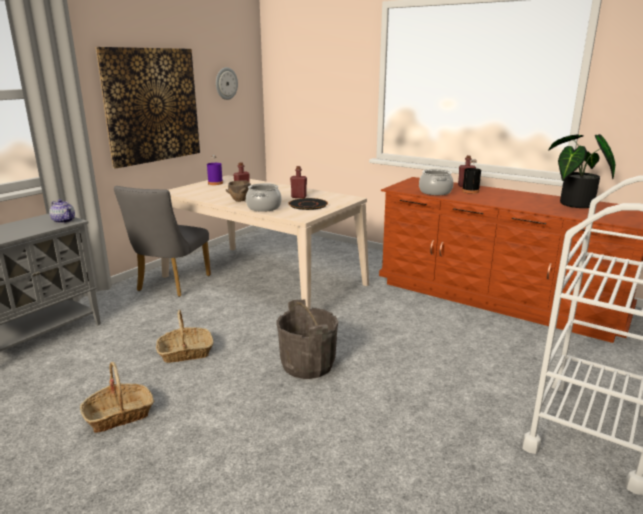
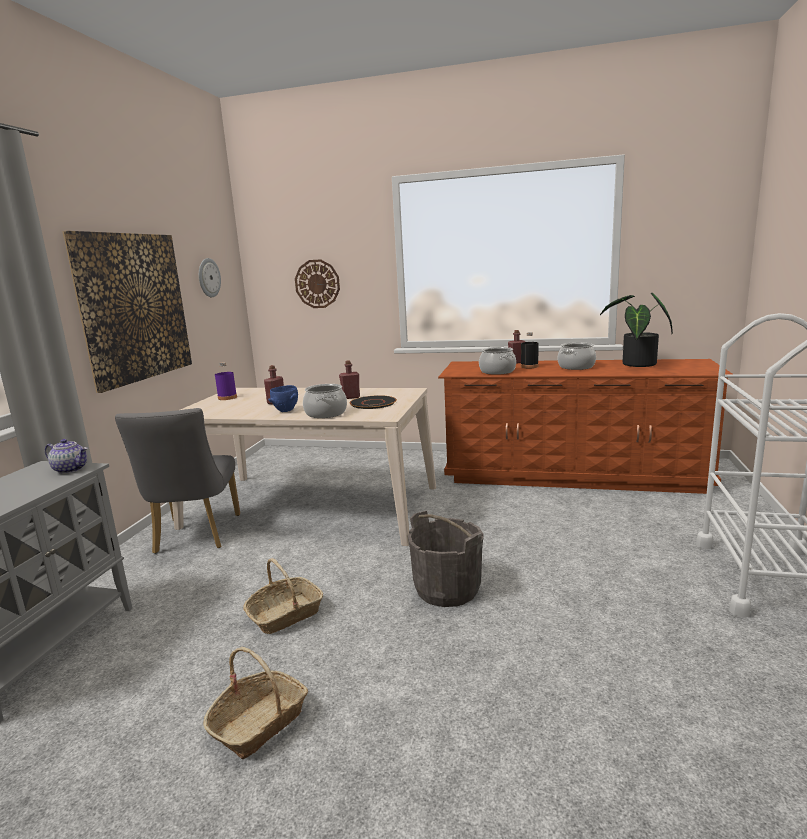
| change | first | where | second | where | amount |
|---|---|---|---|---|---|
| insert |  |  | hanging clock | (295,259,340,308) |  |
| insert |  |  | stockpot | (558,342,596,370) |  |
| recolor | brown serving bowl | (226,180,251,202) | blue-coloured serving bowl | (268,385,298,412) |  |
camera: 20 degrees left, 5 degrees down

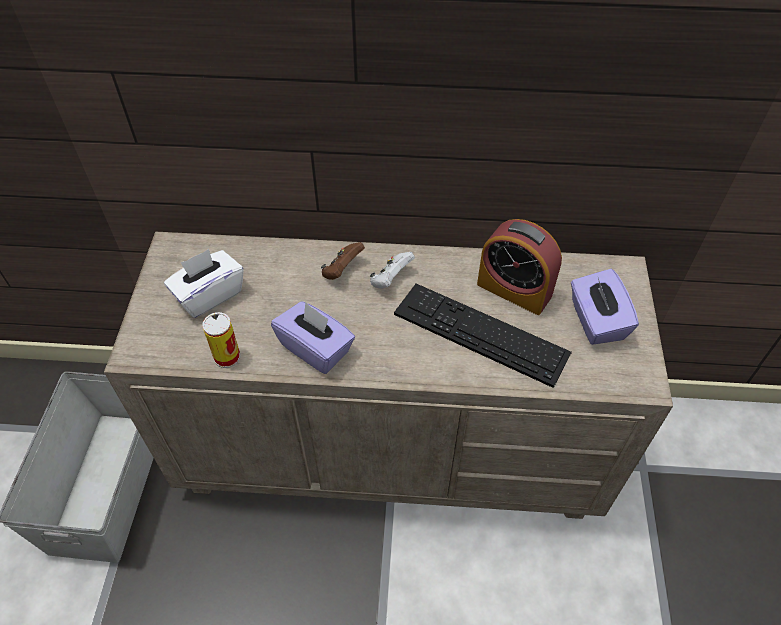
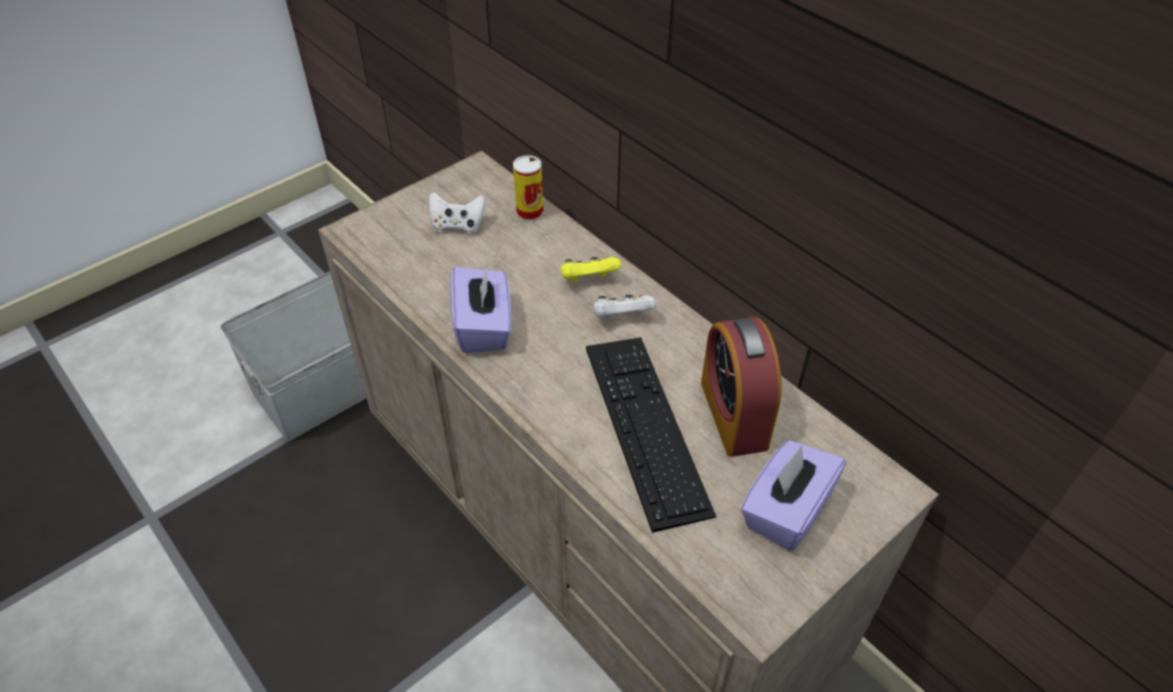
| change | first | where | second | where | amount |
|---|---|---|---|---|---|
| move | can | (202,312,240,368) |  | (513,155,544,221) |  |
| replace | whitish tissue holder | (164,249,243,318) | whitish joypad | (429,192,485,233) |  |
| recolor | brown joypad | (321,242,365,280) | yellowish joypad | (561,257,621,282) |  |
camera: 45 degrees right, 5 degrees down

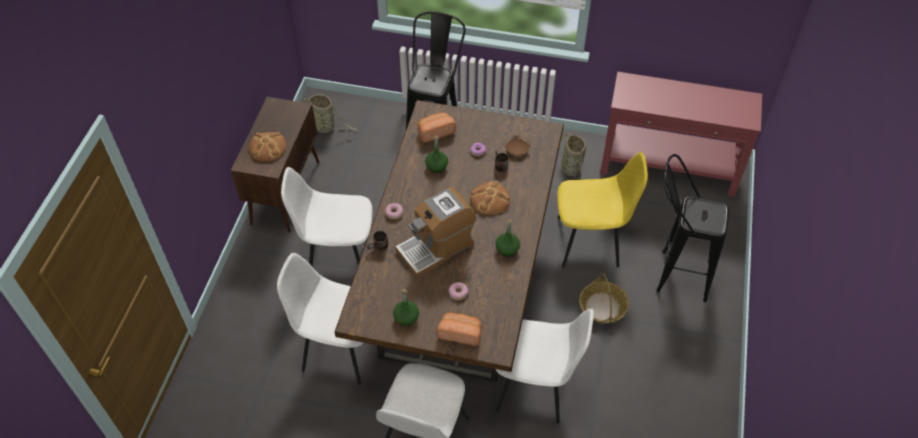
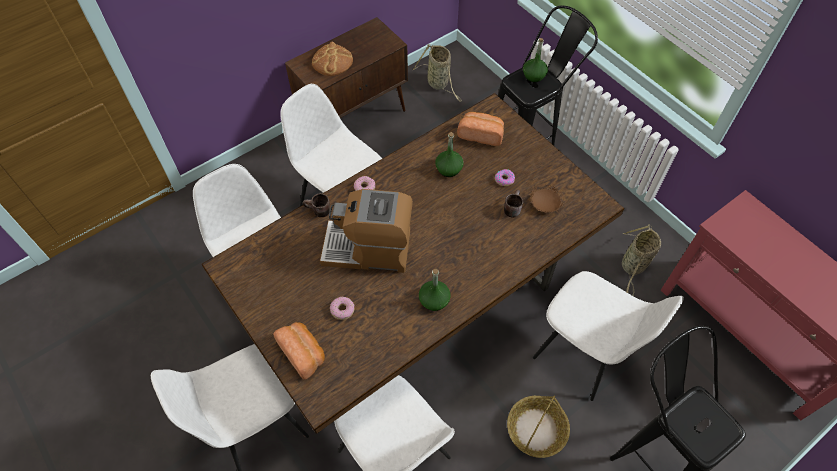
| change | first | where | second | where | amount |
|---|---|---|---|---|---|
| delete | bakery bread | (470,180,510,215) |  |  |  |
| move | green beverage bottle | (393,289,419,326) |  | (523,38,548,82) |  |
| recolor | yellowish chair | (557,152,648,268) | whitish chair | (533,271,684,401) |  |
camera: 40 degrees right, 5 degrees up

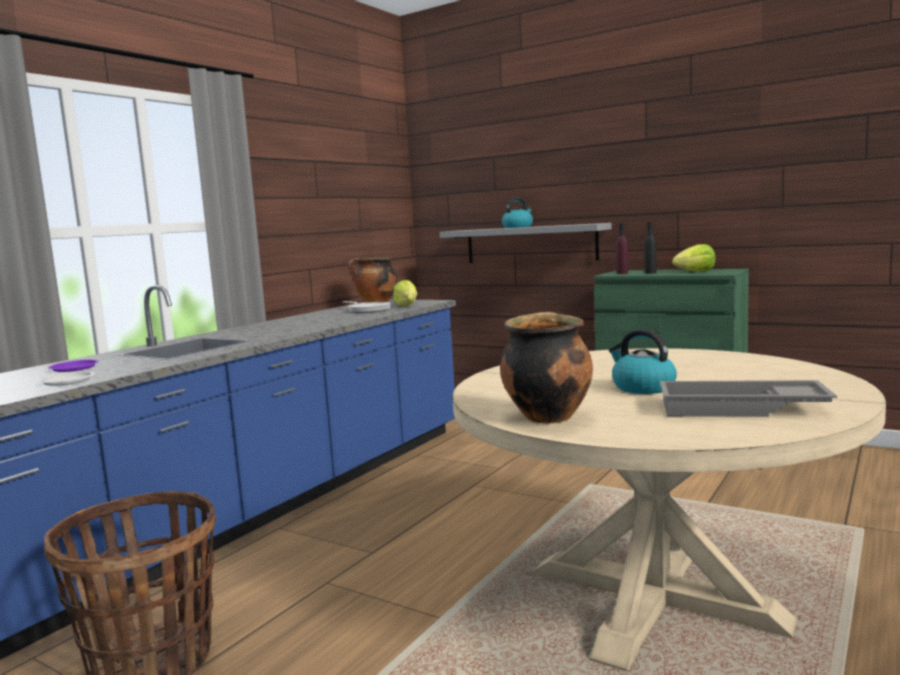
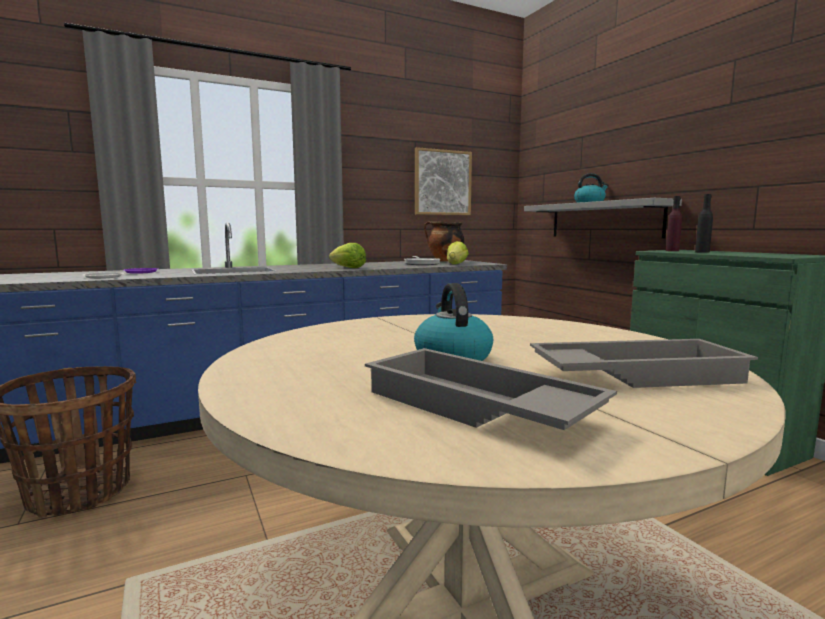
| change | first | where | second | where | amount |
|---|---|---|---|---|---|
| delete | stockpot | (500,312,593,424) |  |  |  |
| insert |  |  | wall picture | (415,147,472,215) |  |
| insert |  |  | grey tray | (530,339,758,388) |  |
| move | head of lettuce | (672,244,715,272) |  | (329,243,366,268) |  |
camera: 30 degrees right, 0 degrees up

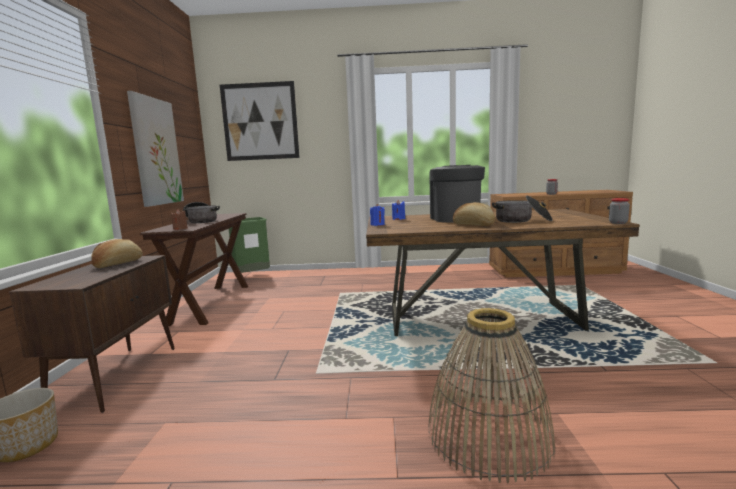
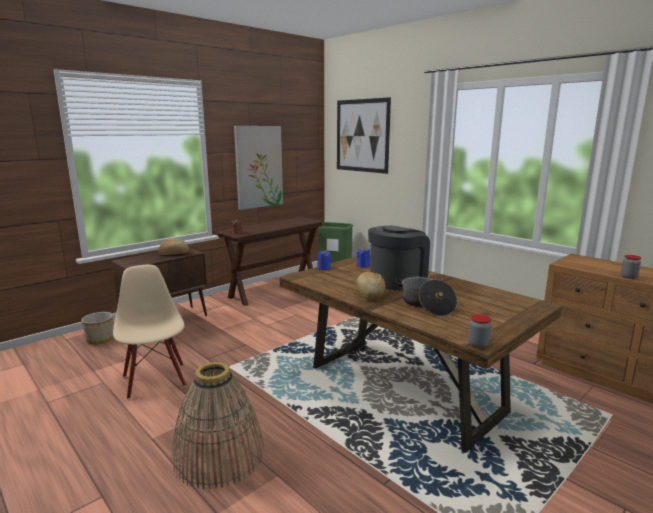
| change | first | where | second | where | amount |
|---|---|---|---|---|---|
| delete | stockpot | (183,202,220,223) |  |  |  |
| insert |  |  | beige chair | (113,265,186,399) |  |
camera: 45 degrees right, 5 degrees up

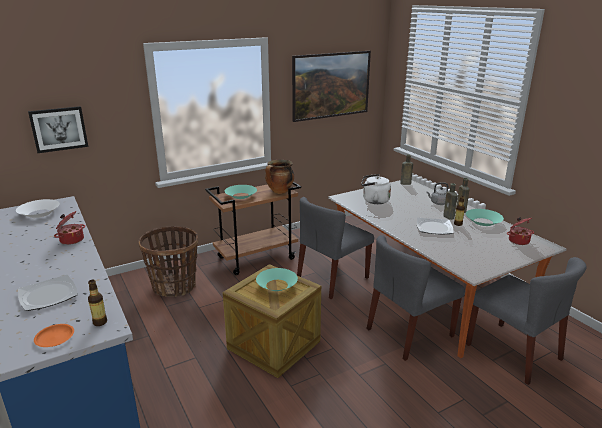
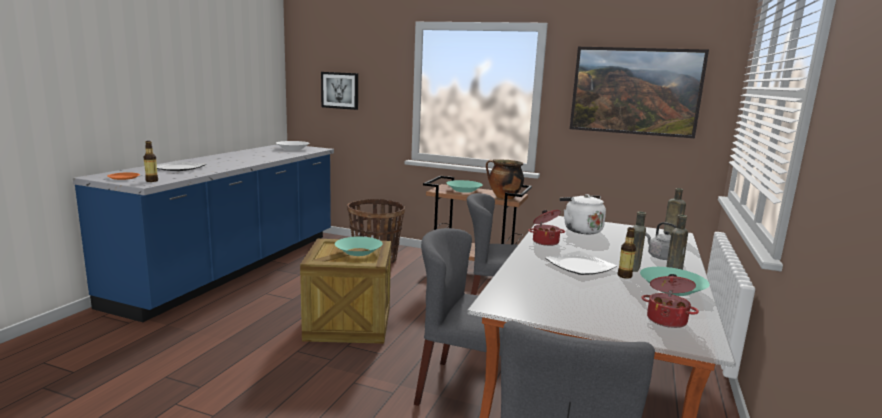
| change | first | where | second | where | amount |
|---|---|---|---|---|---|
| move | stockpot | (54,211,85,245) |  | (528,210,565,246) |  |
camera: 50 degrees right, 10 degrees down

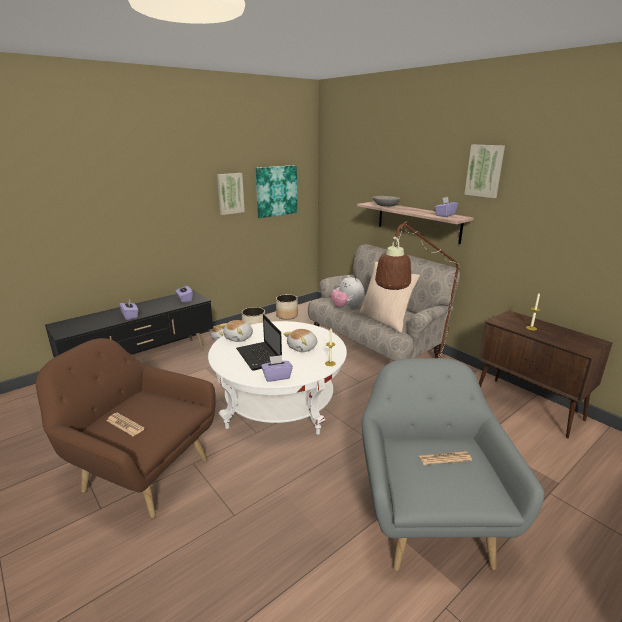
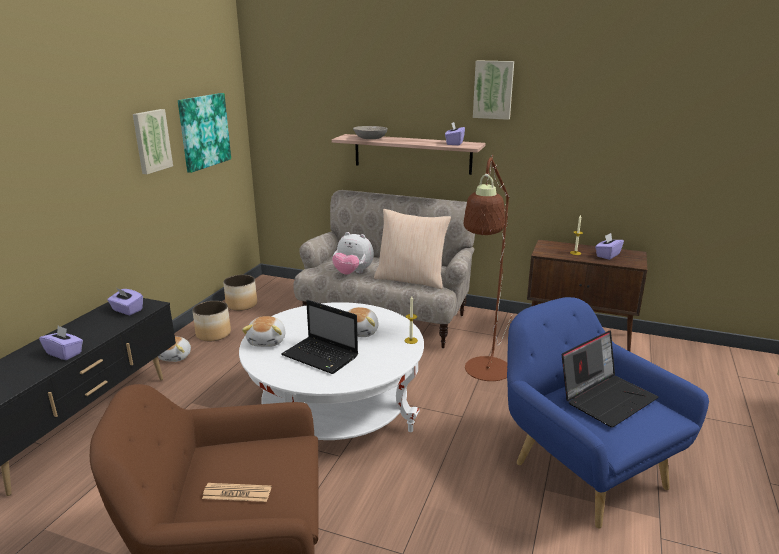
| change | first | where | second | where | amount |
|---|---|---|---|---|---|
| move | purple tissue holder | (261,355,293,382) |  | (595,233,624,260) |  |
| replace | daily paper | (419,451,472,465) | notebook computer | (562,330,658,428) |  |
| recolor | grey easy chair | (362,358,544,571) | blue-coloured easy chair | (507,297,709,529) |  |
camera: 30 degrees left, 0 degrees up

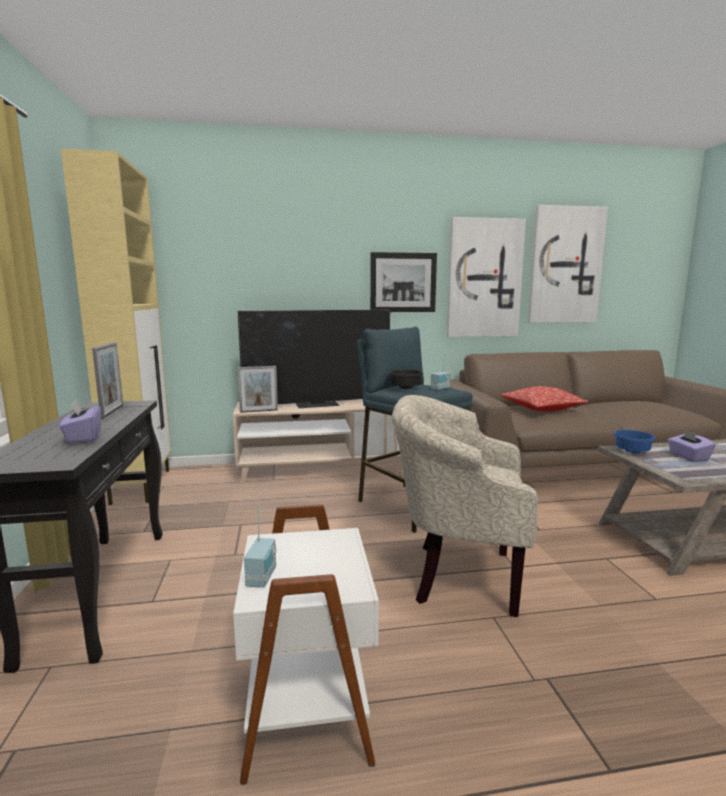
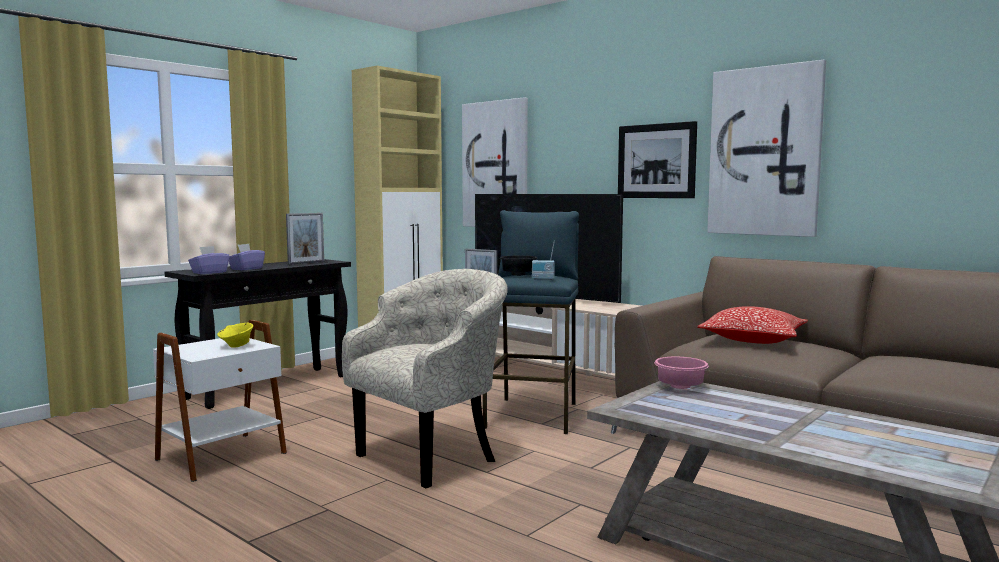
| change | first | where | second | where | amount |
|---|---|---|---|---|---|
| delete | radio | (244,505,277,588) |  |  |  |
| insert |  |  | yellowish serving bowl | (217,322,253,348) |  |
| move | wall picture | (528,205,608,323) |  | (462,97,528,227) |  |
| move | purple tissue holder | (668,428,716,462) |  | (188,246,229,274) |  |
| recolor | blue-coloured serving bowl | (614,430,656,453) | pinkish serving bowl | (654,357,709,389) |  |
| rotate | beige easy chair | (392,395,538,617) |  | (342,269,508,488) | 75 degrees clockwise |
camera: 50 degrees right, 5 degrees down

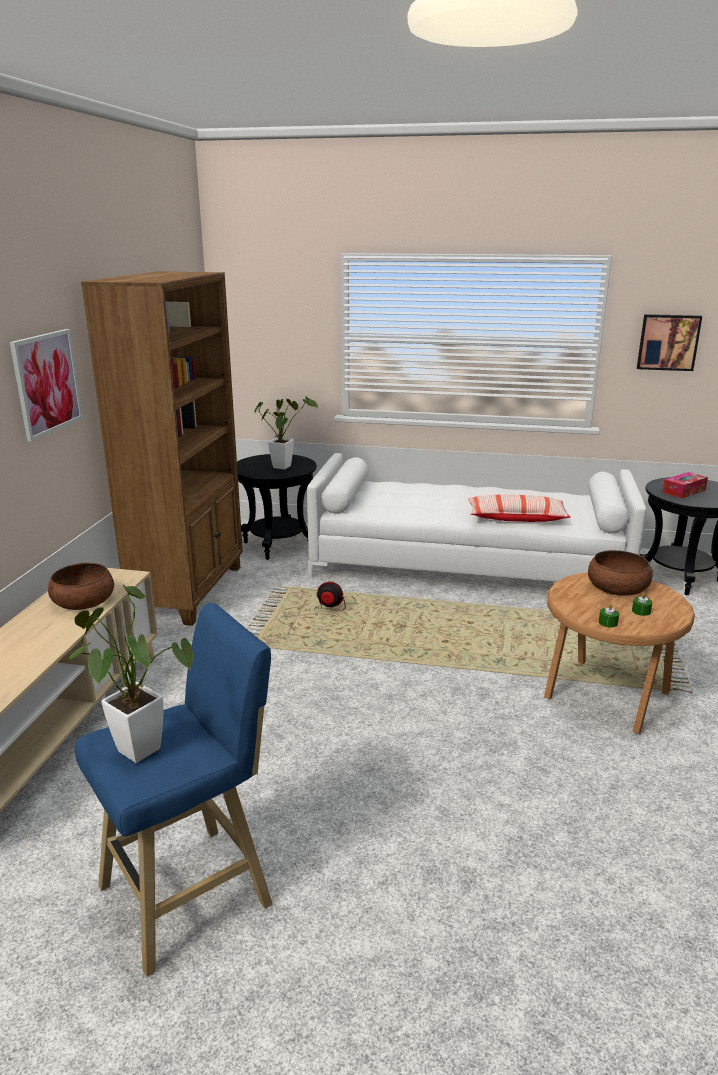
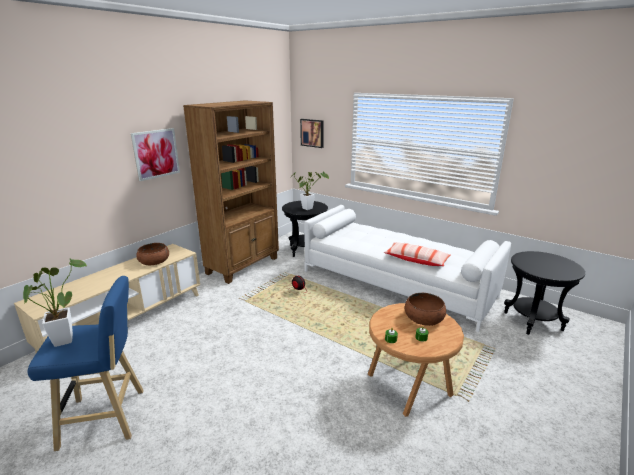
| change | first | where | second | where | amount |
|---|---|---|---|---|---|
| delete | tissue holder | (663,472,708,498) |  |  |  |
| move | wall picture | (637,314,702,371) |  | (300,119,324,148) |  |
camera: 25 degrees right, 0 degrees up

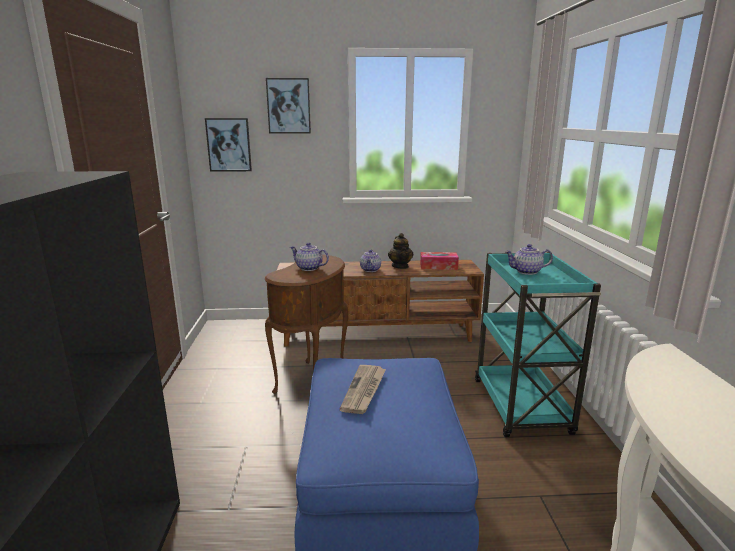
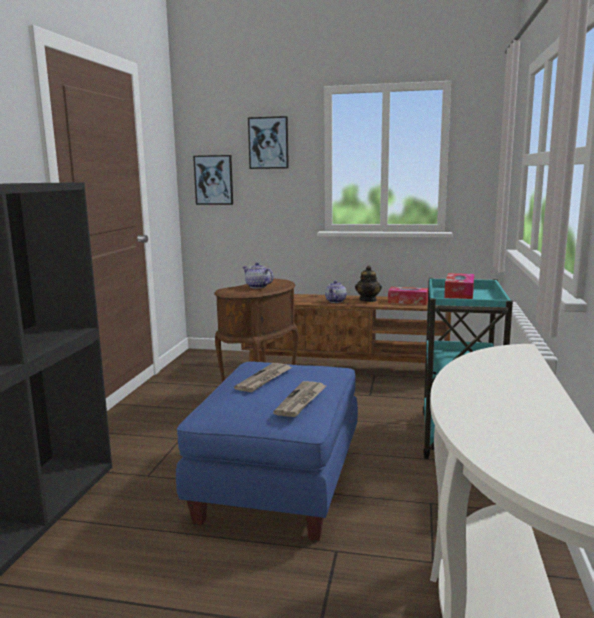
| change | first | where | second | where | amount |
|---|---|---|---|---|---|
| insert |  |  | daily paper | (273,381,326,417) |  |
| replace | pot for tea | (505,244,553,275) | tissue holder | (444,273,474,299) |  |
camera: 15 degrees right, 5 degrees down

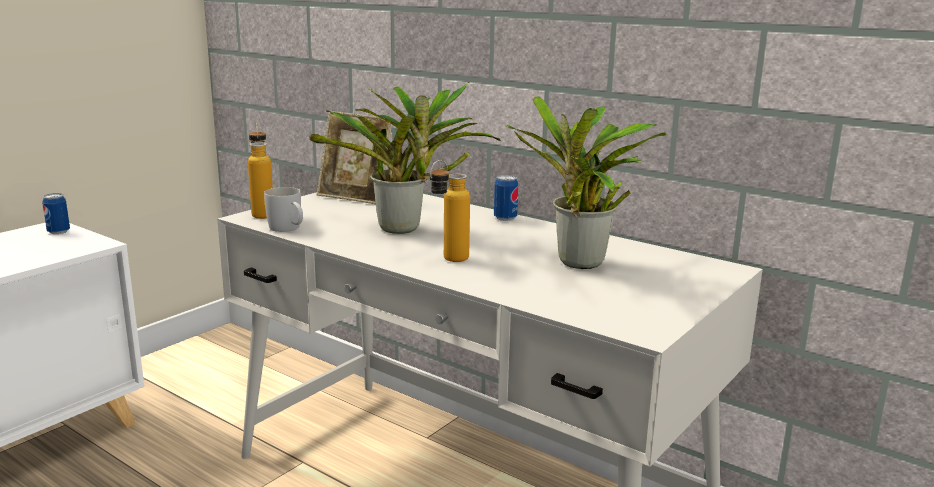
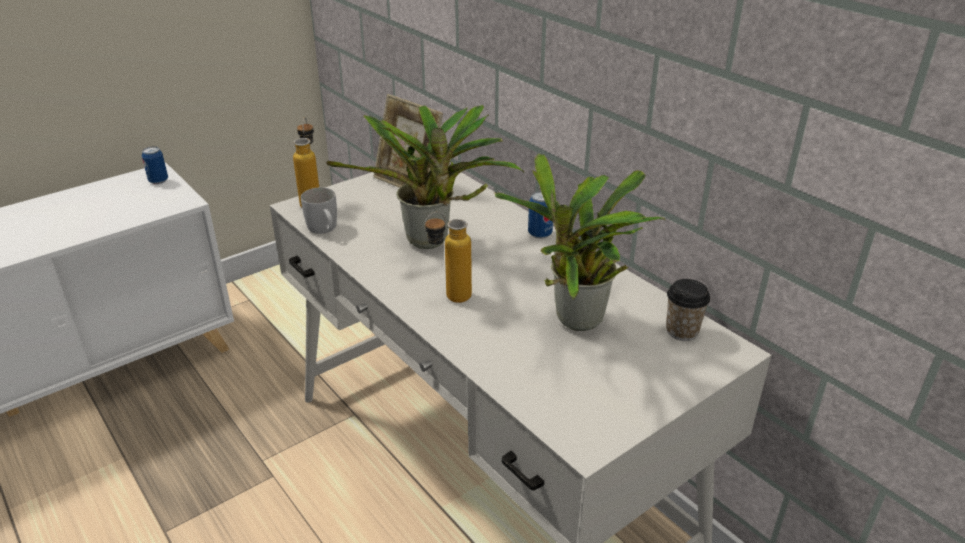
| change | first | where | second | where | amount |
|---|---|---|---|---|---|
| insert |  |  | cup | (666,279,710,341) |  |
camera: 15 degrees right, 15 degrees up

